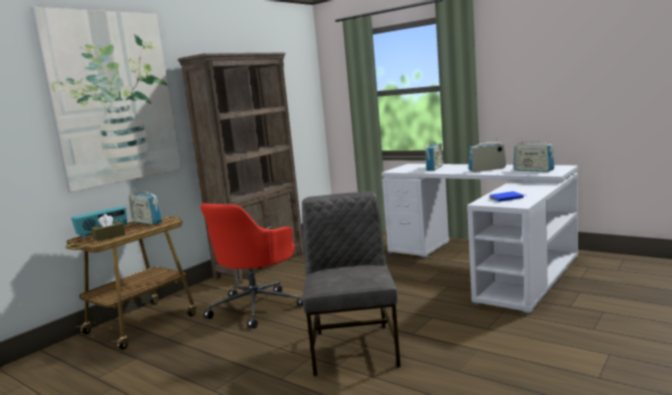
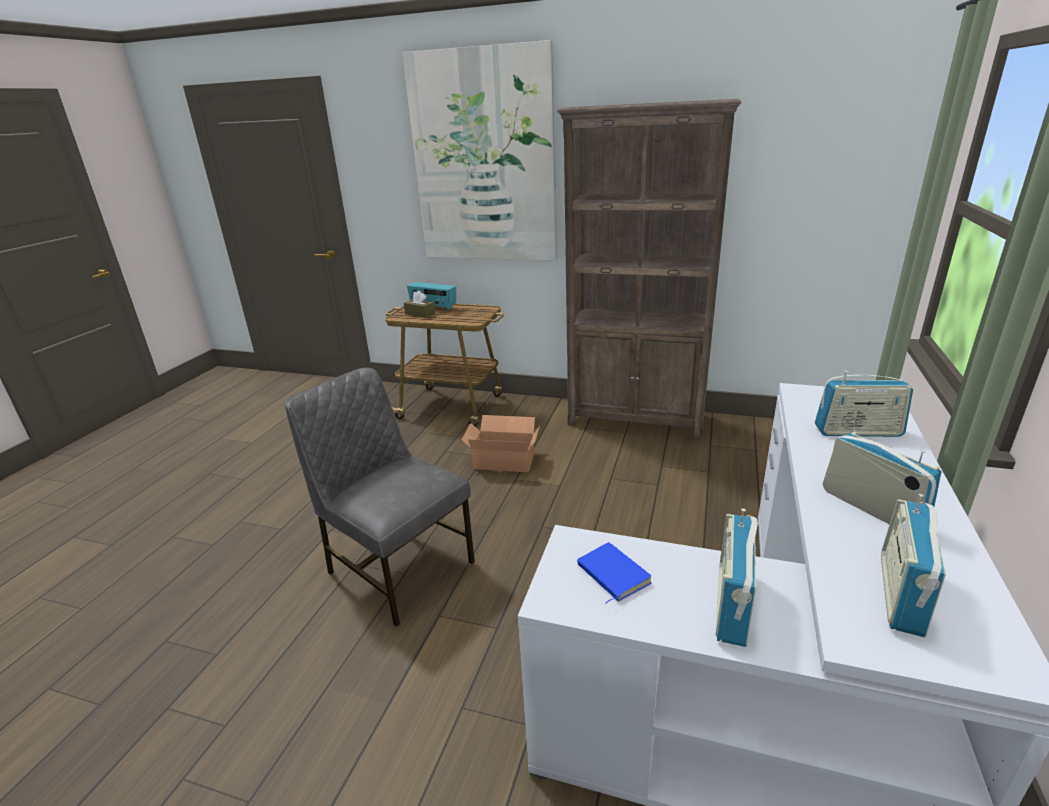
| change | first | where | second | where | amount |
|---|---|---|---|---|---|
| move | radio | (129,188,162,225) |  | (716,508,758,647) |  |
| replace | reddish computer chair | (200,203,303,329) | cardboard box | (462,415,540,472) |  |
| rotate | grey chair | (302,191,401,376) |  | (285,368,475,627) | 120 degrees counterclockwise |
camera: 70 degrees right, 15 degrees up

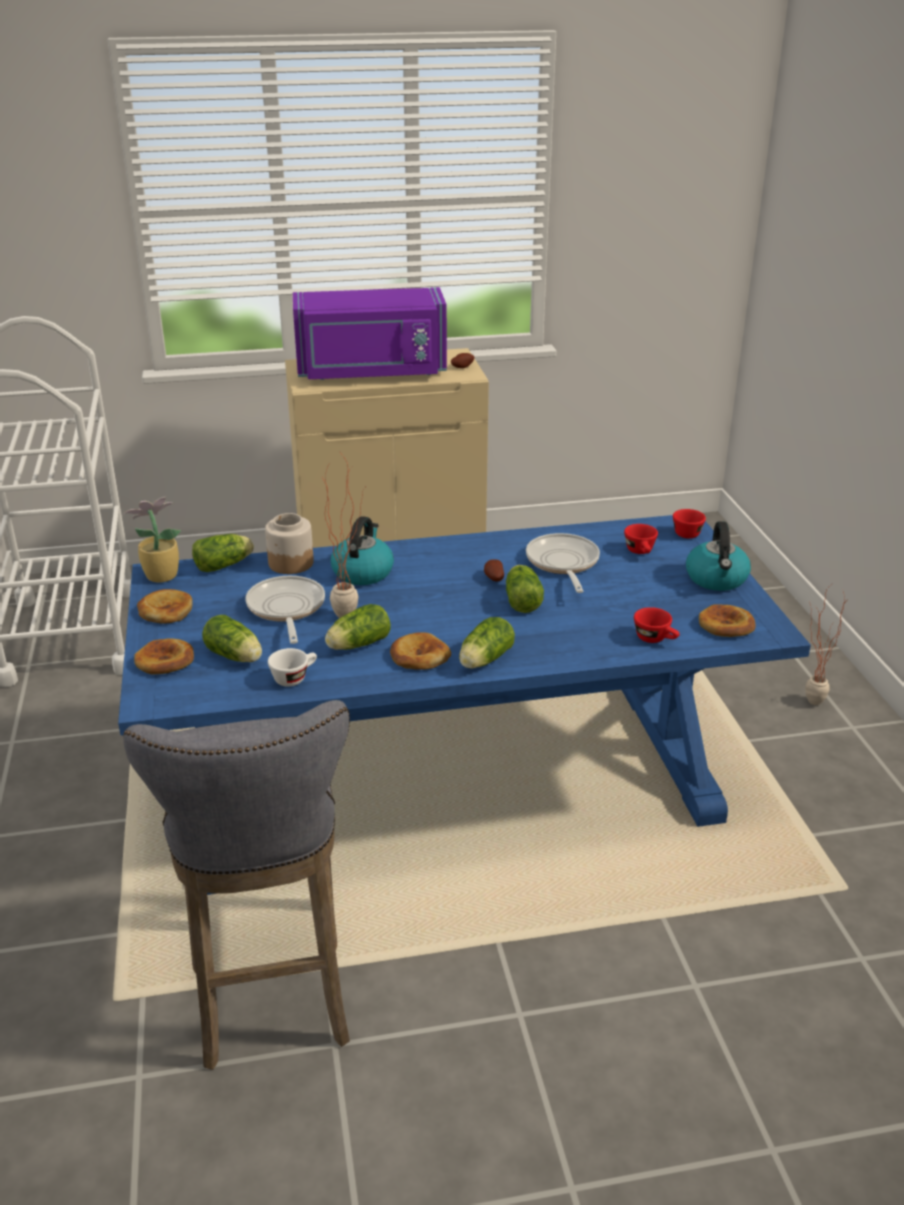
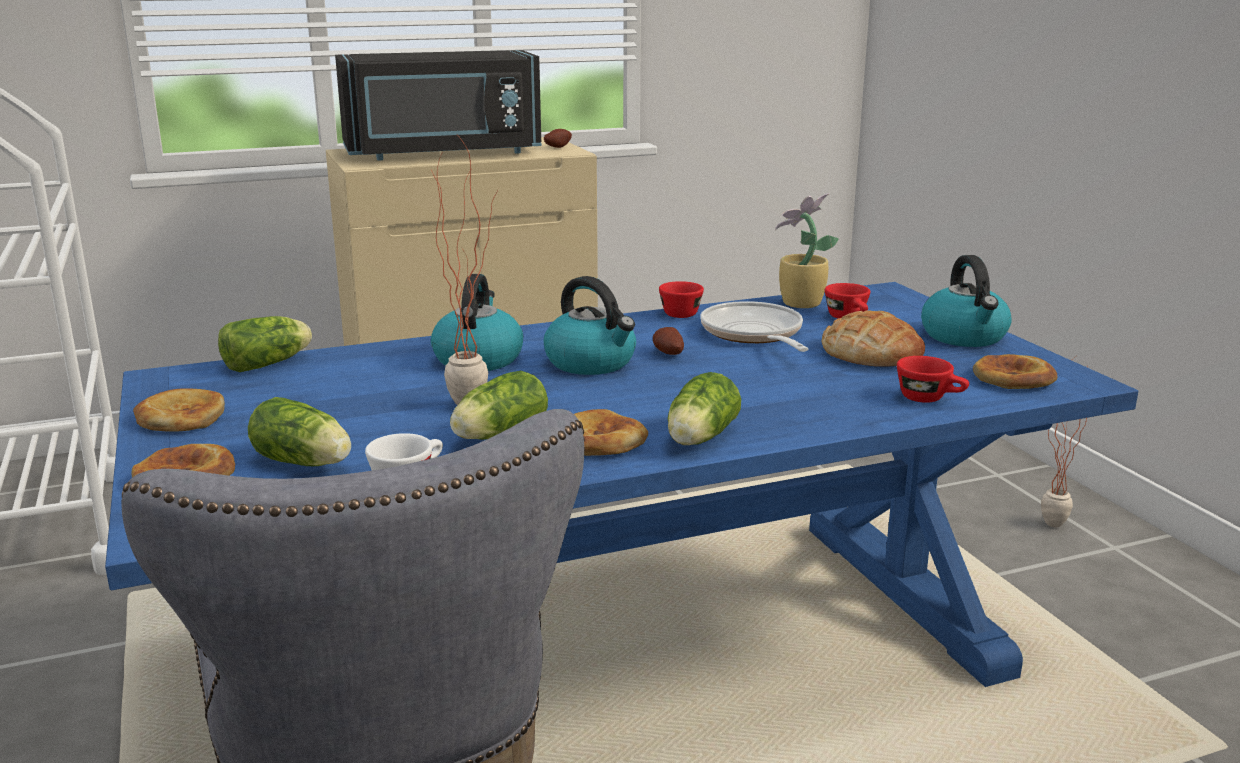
| change | first | where | second | where | amount |
|---|---|---|---|---|---|
| delete | skillet | (245,576,325,644) |  |  |  |
| delete | jar | (265,513,314,574) |  |  |  |
| delete | head of lettuce | (506,565,544,613) |  |  |  |
| insert |  |  | kettle | (544,276,636,375) |  |
| insert |  |  | bakery bread | (822,310,925,367) |  |
| move | potted plant | (124,497,181,583) |  | (775,193,839,308) |  |
| move | reddish cup | (673,509,706,538) |  | (659,281,704,318) |  |
| recolor | purple kitchen microwave | (293,287,447,380) | black kitchen microwave | (335,50,542,160) |  |
camera: 10 degrees left, 10 degrees down

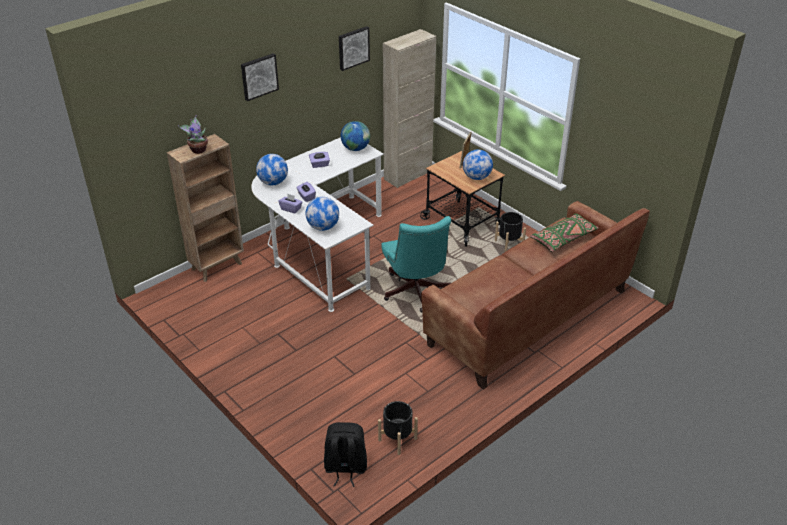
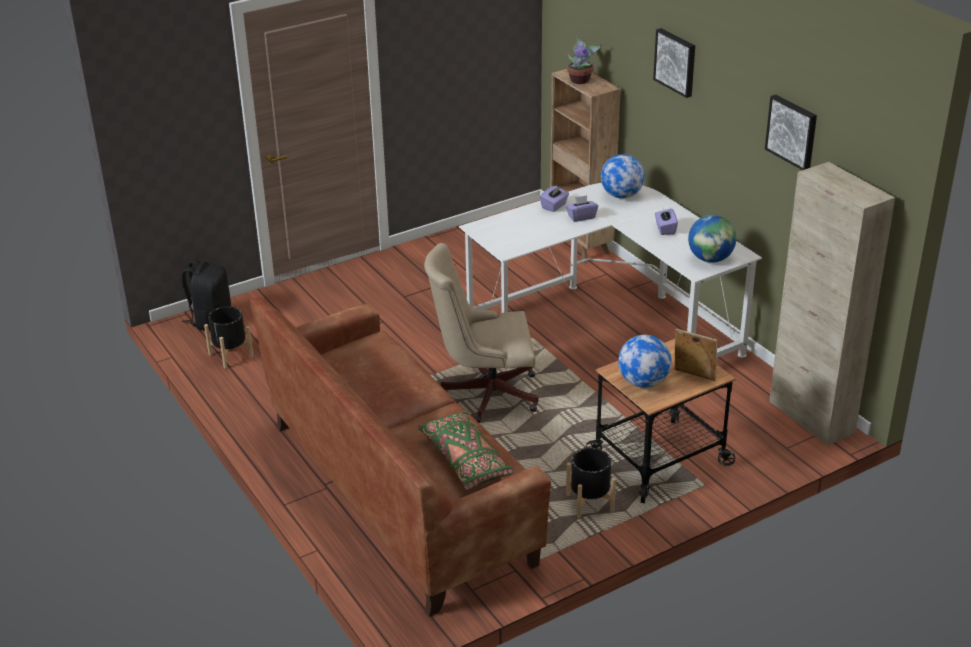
| change | first | where | second | where | amount |
|---|---|---|---|---|---|
| delete | desk globe | (305,197,339,231) |  |  |  |
| recolor | blue-green computer chair | (381,216,451,313) | beige computer chair | (424,243,539,423) |  |
camera: 100 degrees right, 5 degrees down

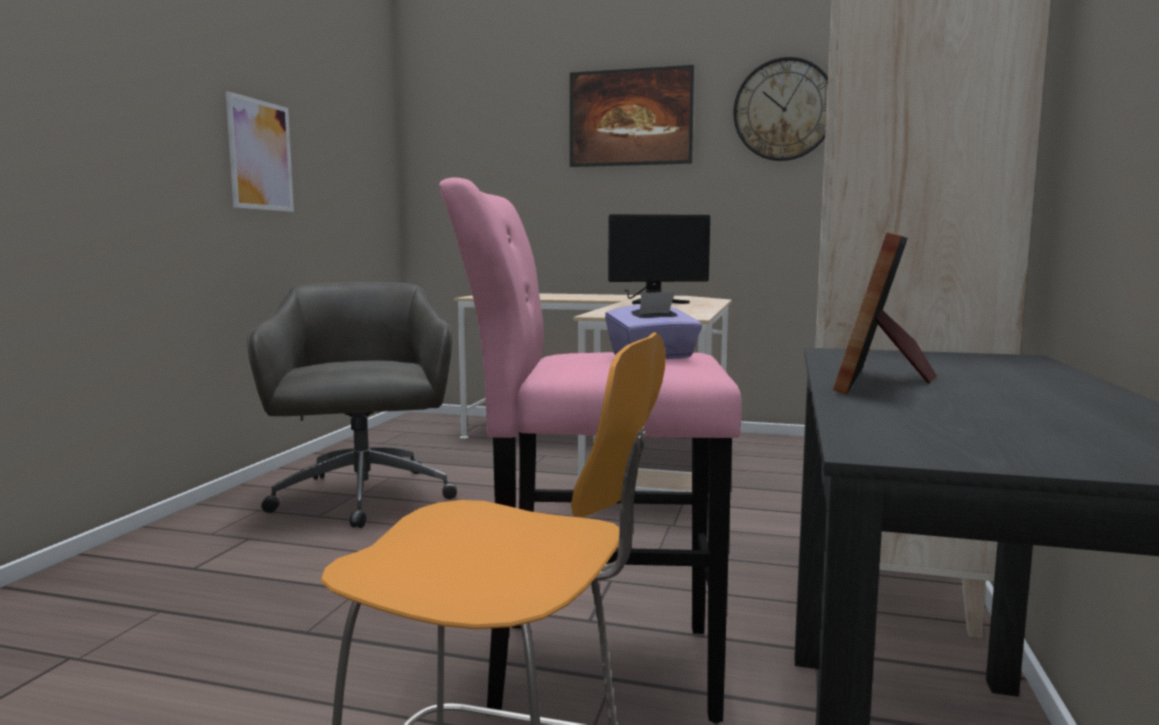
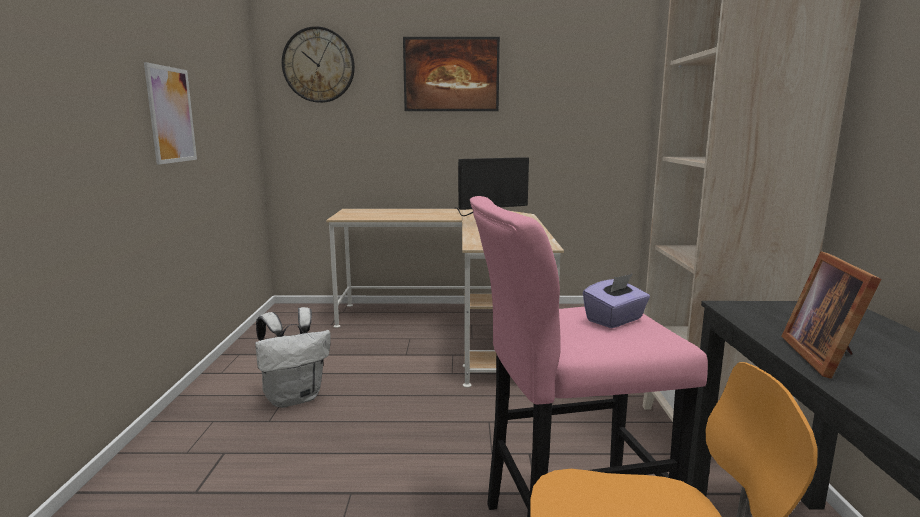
| change | first | where | second | where | amount |
|---|---|---|---|---|---|
| move | hanging clock | (733,57,828,161) |  | (282,26,355,103) |  |
| replace | grey computer chair | (247,282,457,528) | whitish backpack | (255,307,331,408) |  |
camera: 15 degrees left, 5 degrees up

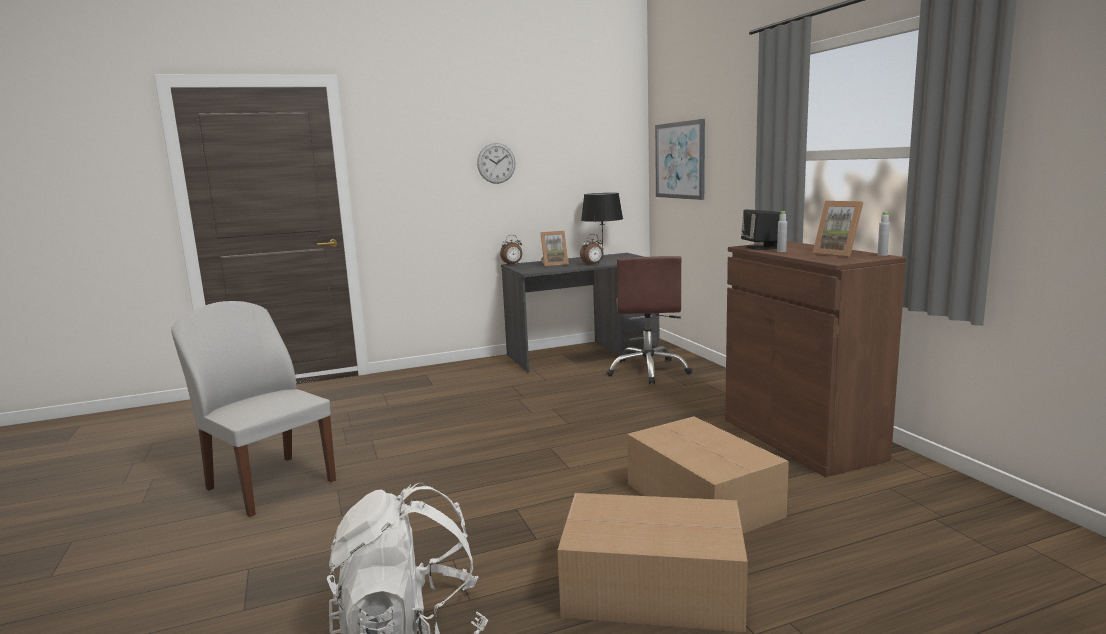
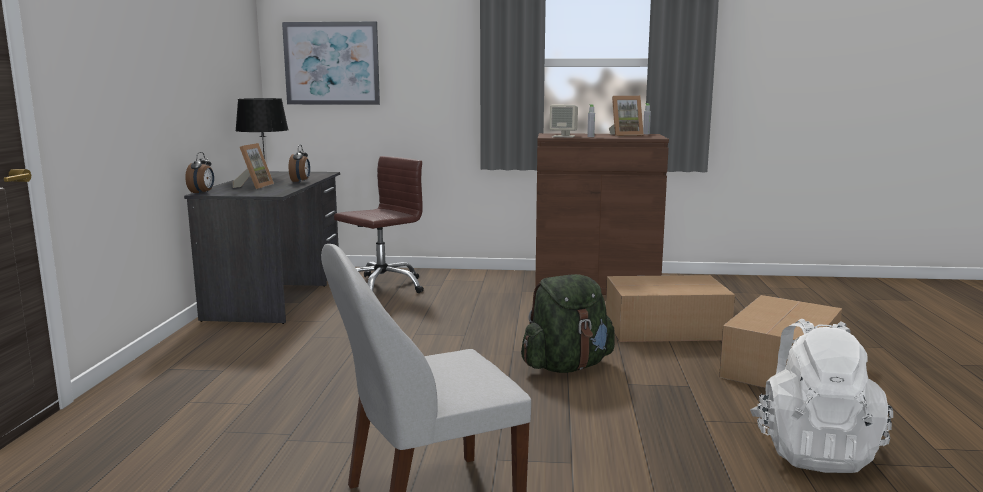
| change | first | where | second | where | amount |
|---|---|---|---|---|---|
| delete | hanging clock | (477,143,516,184) |  |  |  |
| insert |  |  | green backpack | (521,274,615,373) |  |
| recolor | black loudspeaker | (741,210,781,250) | beige loudspeaker | (549,105,578,138) |  |
| rotate | brown computer chair | (606,256,692,384) |  | (334,156,424,293) | 75 degrees counterclockwise |
camera: 65 degrees left, 0 degrees up

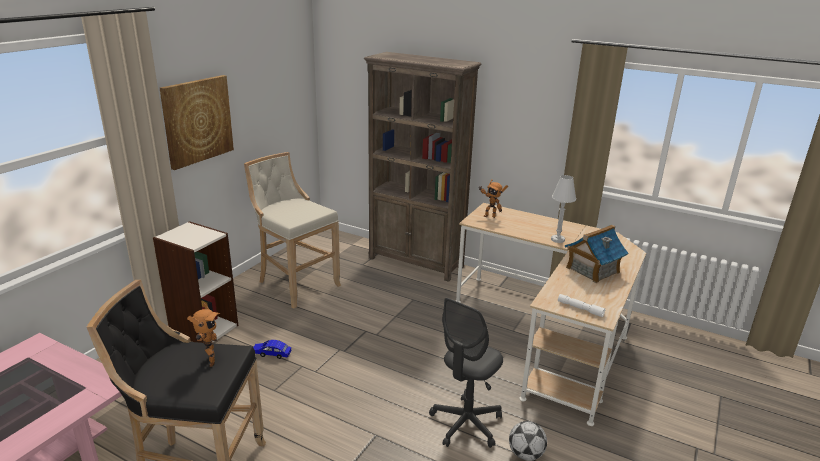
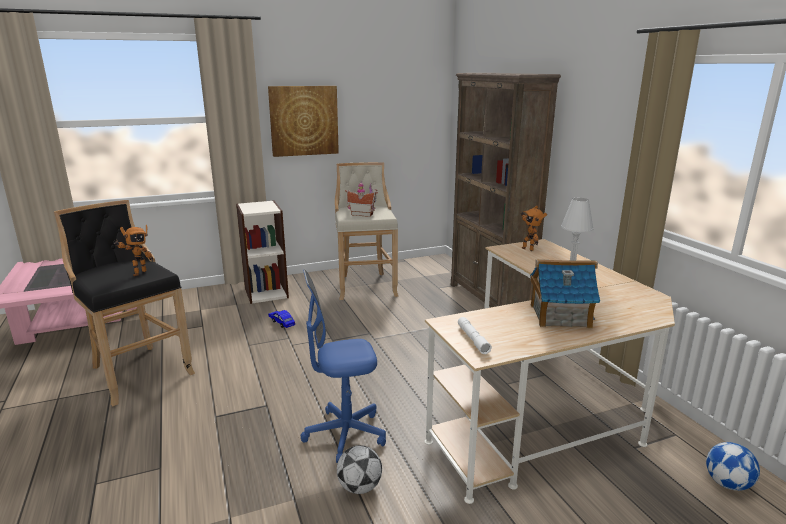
| change | first | where | second | where | amount |
|---|---|---|---|---|---|
| insert |  |  | model house | (345,181,378,217) |  |
| insert |  |  | football ball | (706,442,760,491) |  |
| recolor | grey computer chair | (429,298,503,448) | blue-coloured computer chair | (301,270,386,463) |  |
camera: 40 degrees right, 5 degrees down

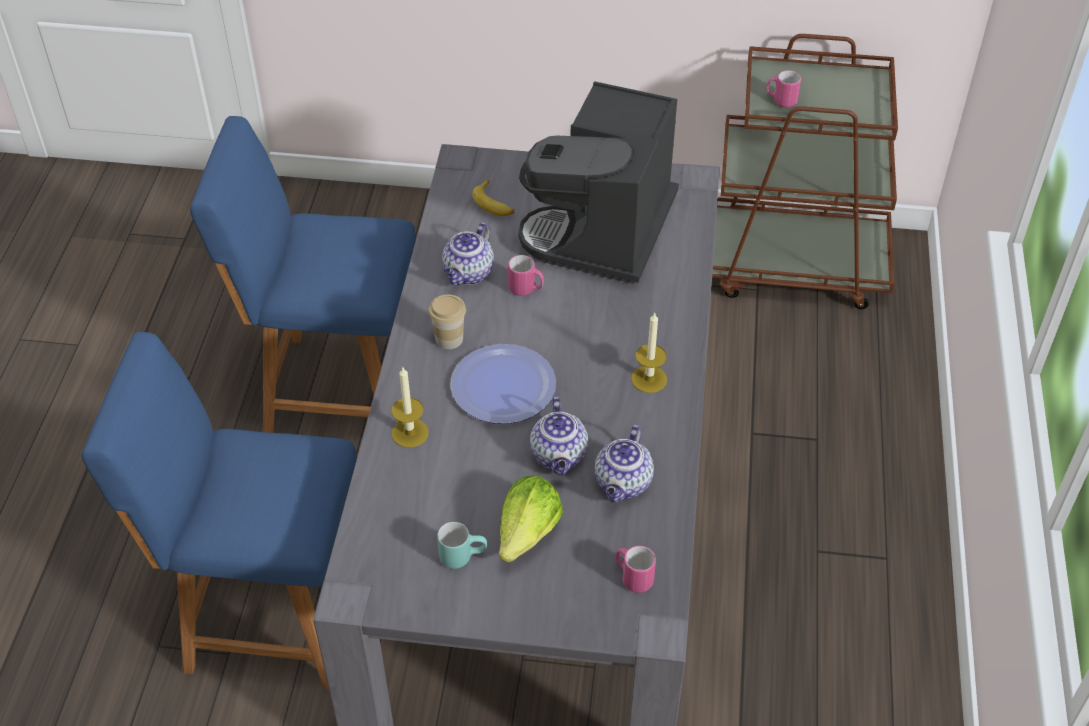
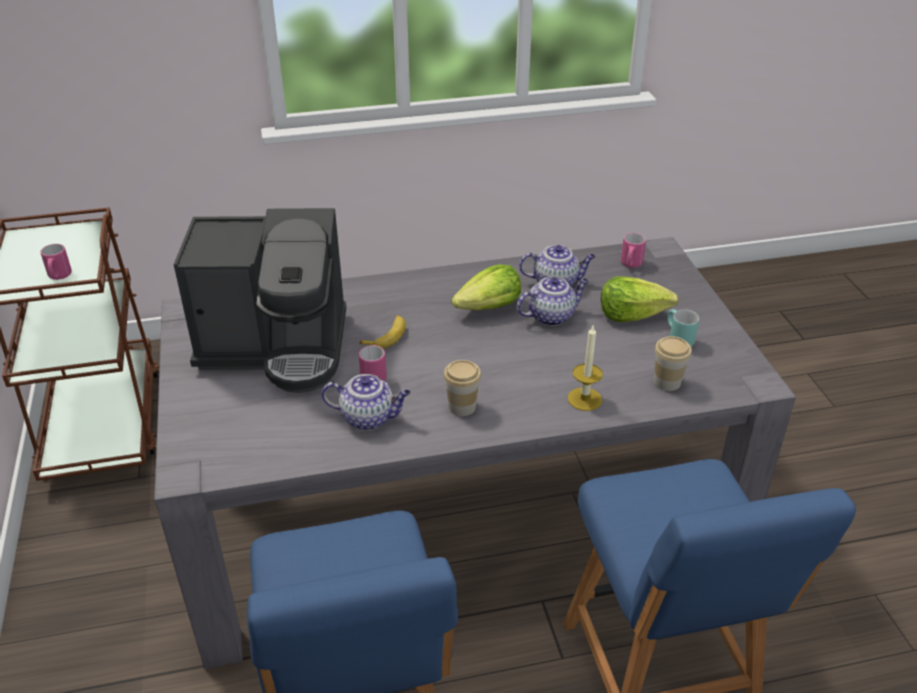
| change | first | where | second | where | amount |
|---|---|---|---|---|---|
| delete | dinner plate | (450,344,556,424) |  |  |  |
| delete | wax candle | (631,313,667,393) |  |  |  |
| insert |  |  | head of lettuce | (452,264,521,310) |  |
| insert |  |  | cup | (654,336,692,391) |  |
| move | whole banana | (472,179,514,216) |  | (359,315,406,349) |  |
camera: 110 degrees left, 10 degrees down

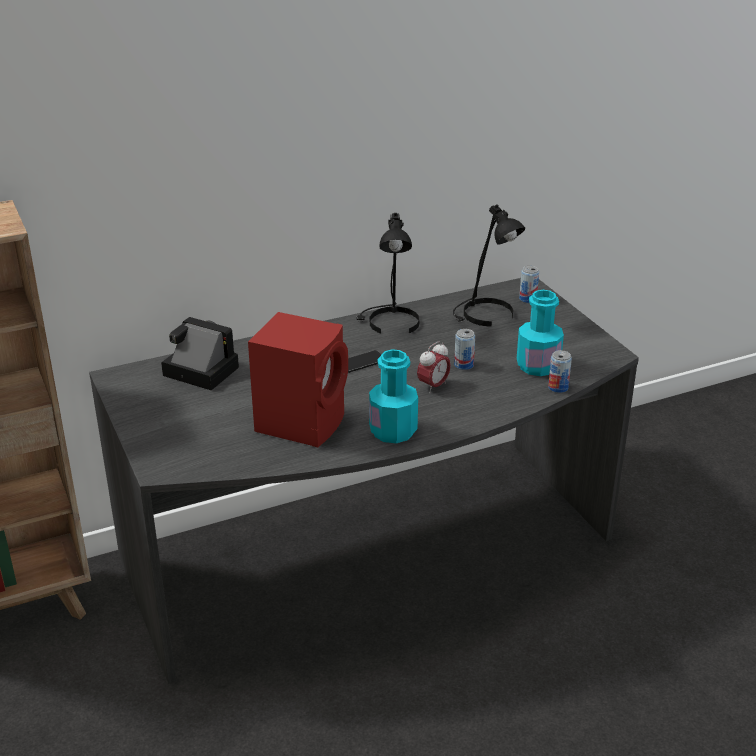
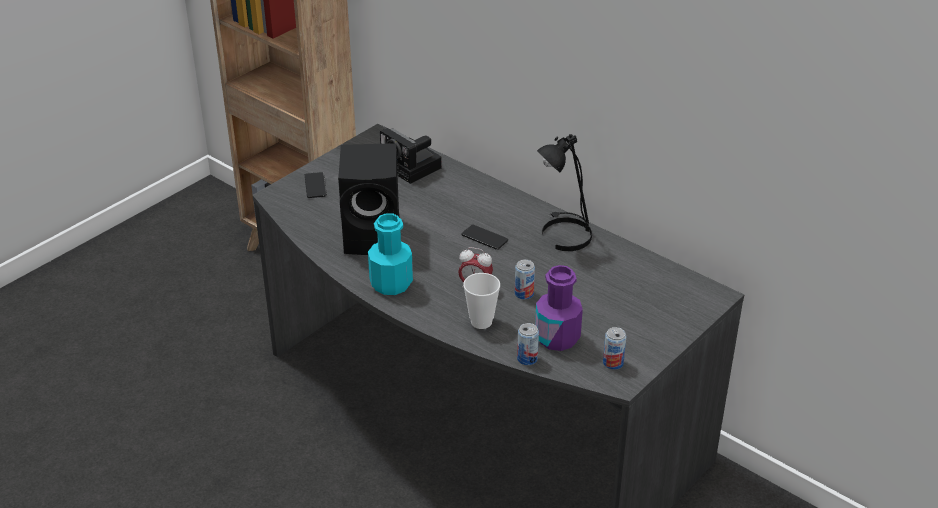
| change | first | where | second | where | amount |
|---|---|---|---|---|---|
| delete | black table lamp | (453,204,525,326) |  |  |  |
| insert |  |  | phone | (305,172,327,198) |  |
| insert |  |  | cup | (463,273,500,329) |  |
| move | can | (519,266,539,303) |  | (603,327,626,370) |  |
| recolor | reddish loudspeaker | (248,312,348,447) | black loudspeaker | (338,143,399,255) |  |
| recolor | blue-green beverage bottle | (517,290,564,376) | purple beverage bottle | (535,265,583,351) |  |
| rotate | photo camera | (161,317,239,390) |  | (380,128,442,184) | 135 degrees clockwise |
camera: 65 degrees right, 5 degrees up

